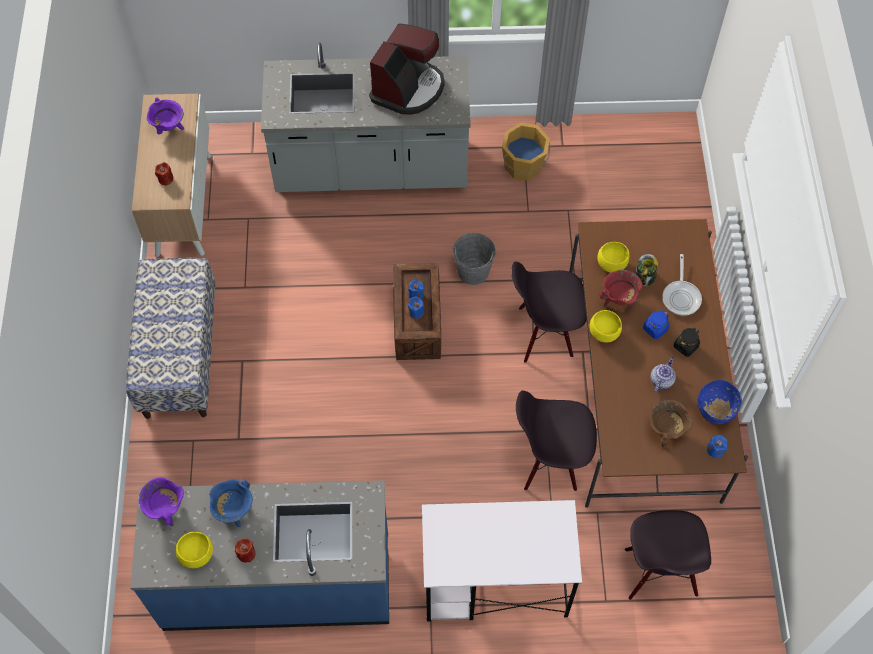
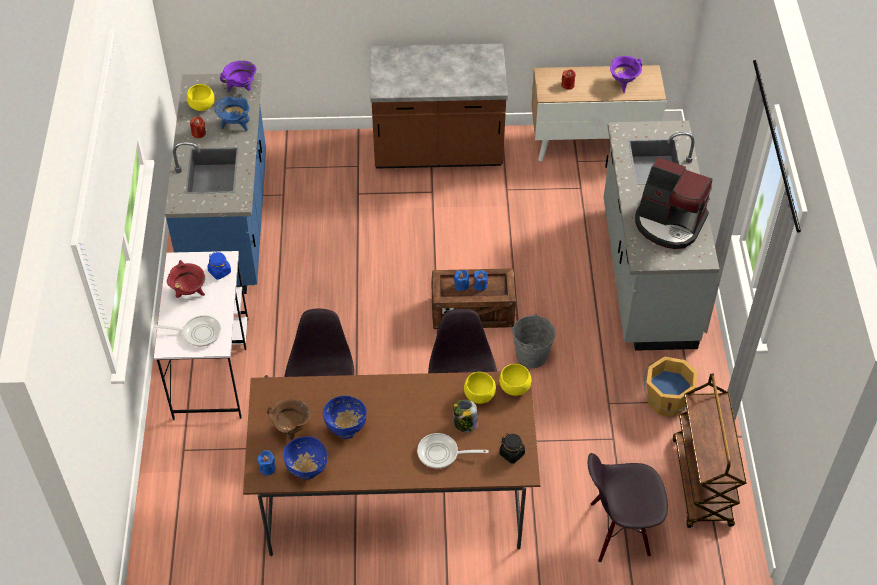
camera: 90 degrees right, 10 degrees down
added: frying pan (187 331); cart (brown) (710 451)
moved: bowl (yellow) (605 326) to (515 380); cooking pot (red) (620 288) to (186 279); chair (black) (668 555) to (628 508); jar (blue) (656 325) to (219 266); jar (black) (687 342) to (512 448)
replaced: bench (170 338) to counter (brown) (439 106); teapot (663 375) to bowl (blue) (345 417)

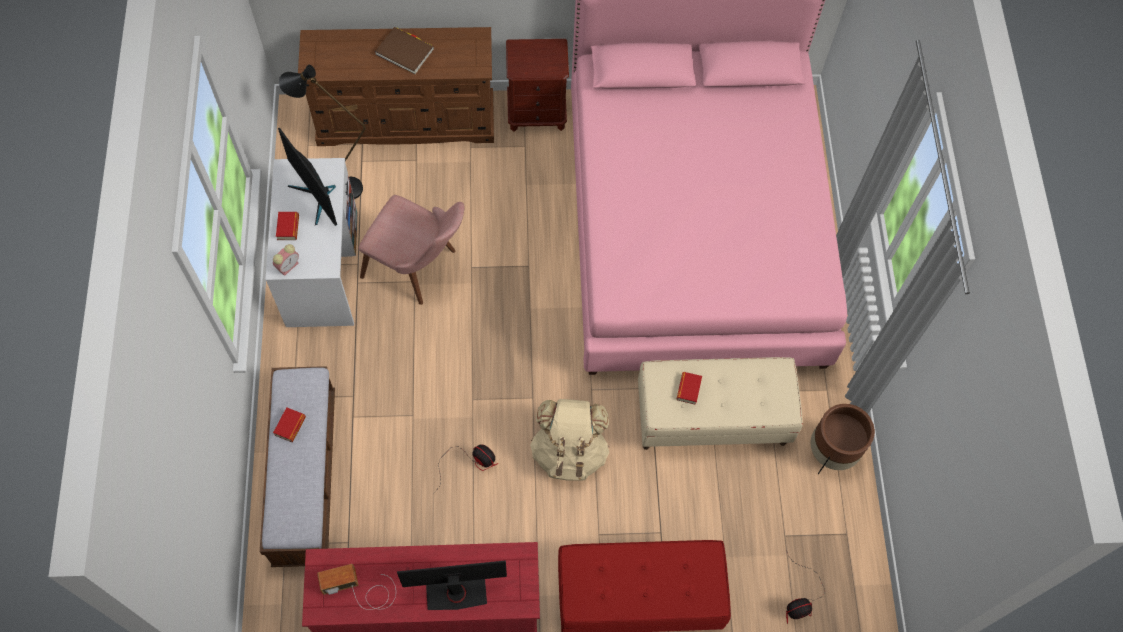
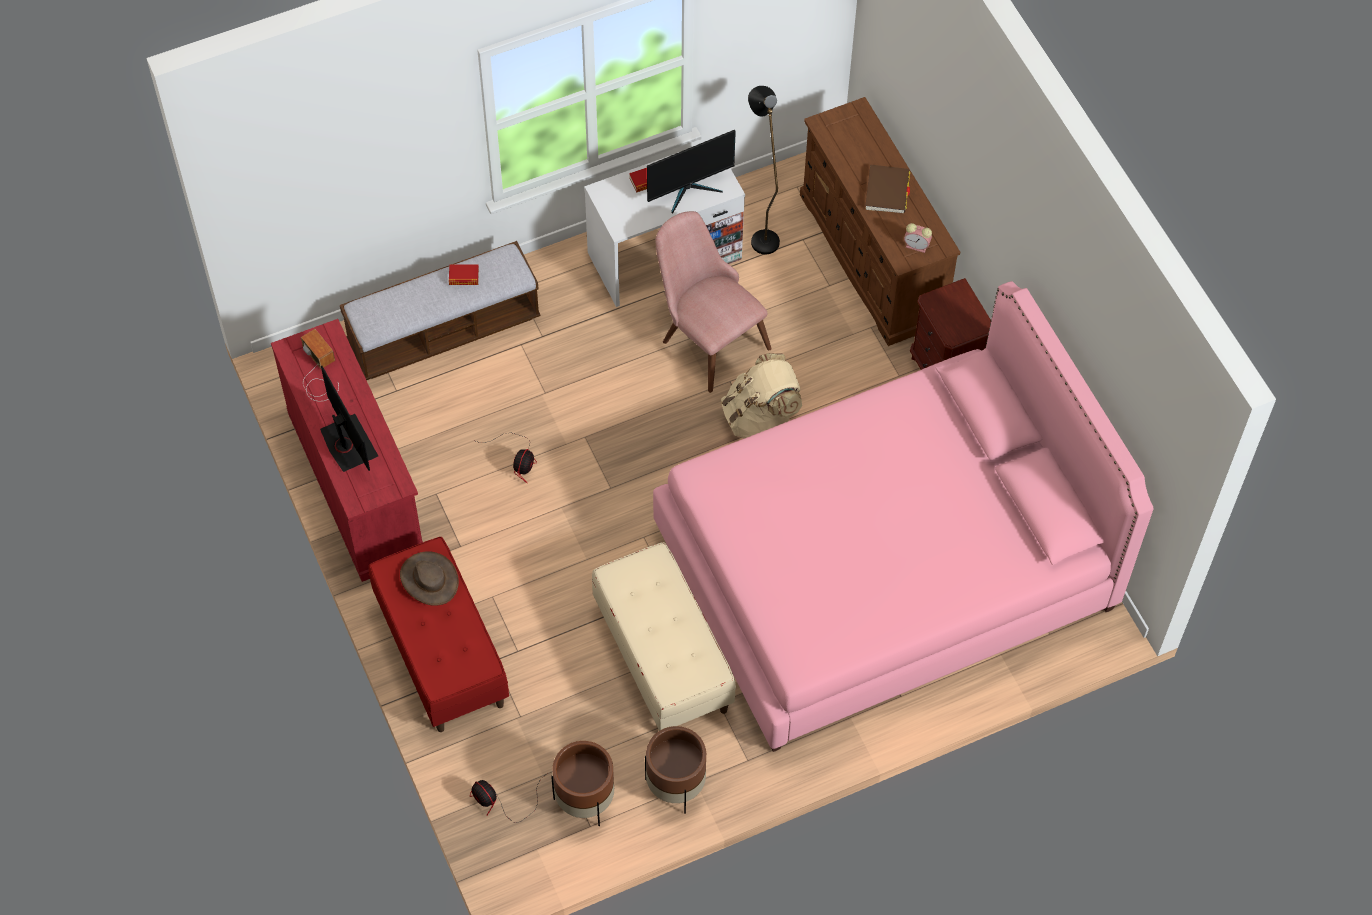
camera: 70 degrees right, 5 degrees down
removed: book (689 388)
added: hat (brown) (429 578); planter (brown) (582 783)
moved: alarm clock (286 260) to (918 238); backpack (beige) (569 440) to (761 396)
turned: monitor (307 177) = (691 171) 150 degrees counterclockwise; chair (pink) (411 250) = (713 302) 135 degrees clockwise

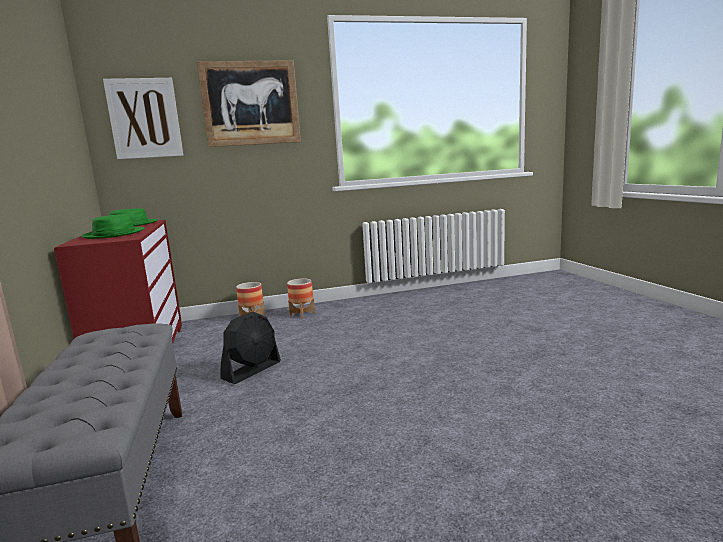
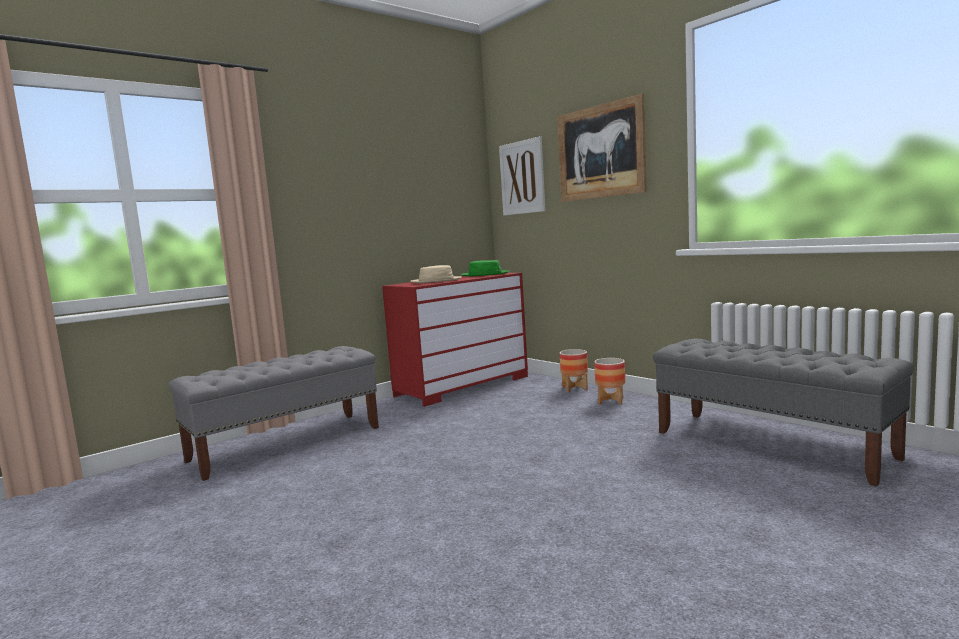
camera: 65 degrees right, 5 degrees down
removed: fan (black) (251 348)
added: bench (grey) (783 413)
recoloured: hat (green) (112 226) to hat (beige) (436 274)

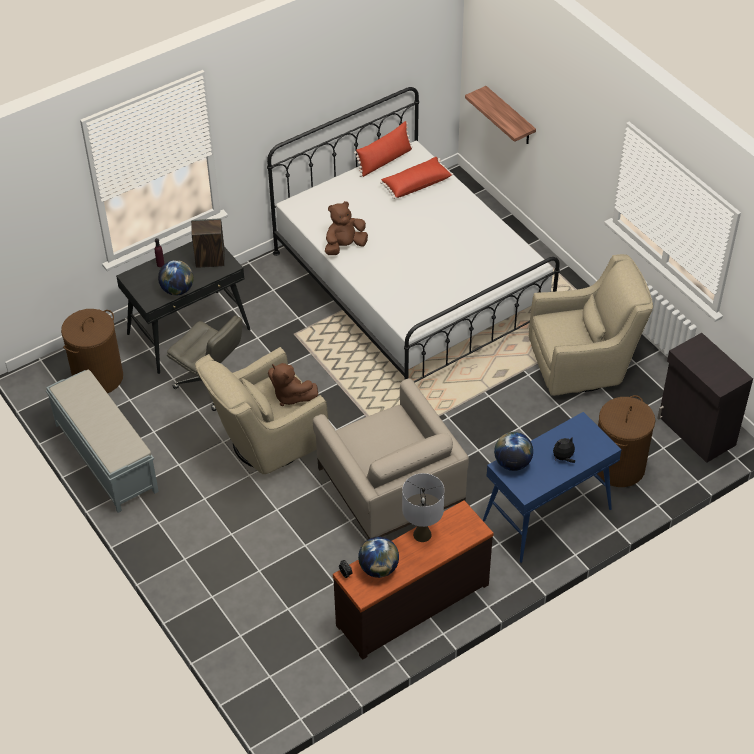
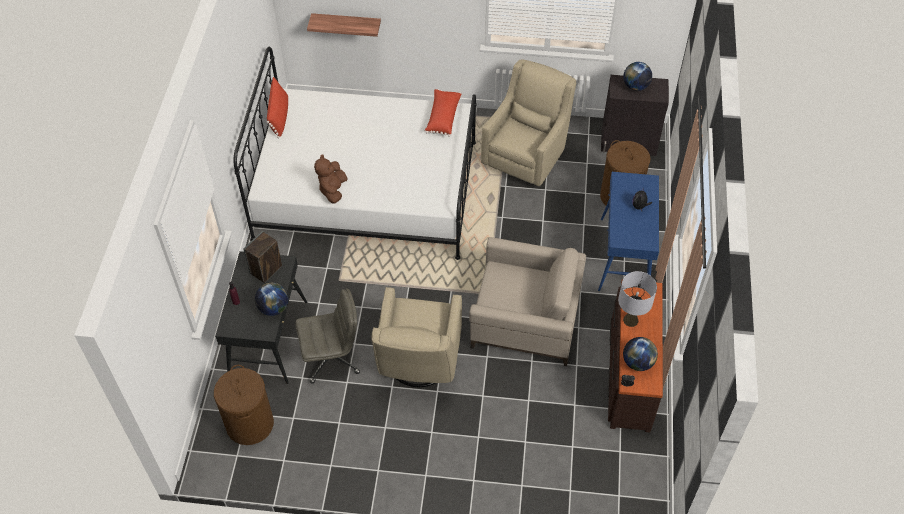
camera: 50 degrees left, 5 degrees up
removed: bench (grey) (102 441); plush toy (brown) (293 384)
moved: pillow (red) (416 178) to (443 113); globe (513 451) to (637 76)

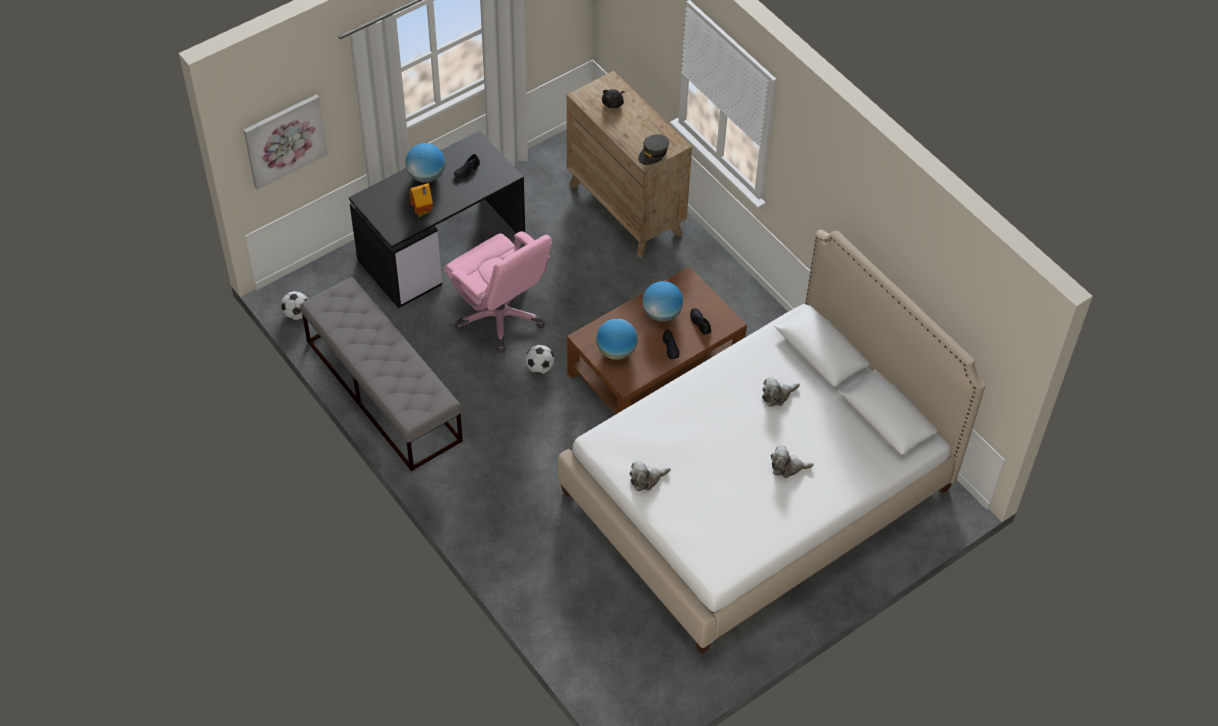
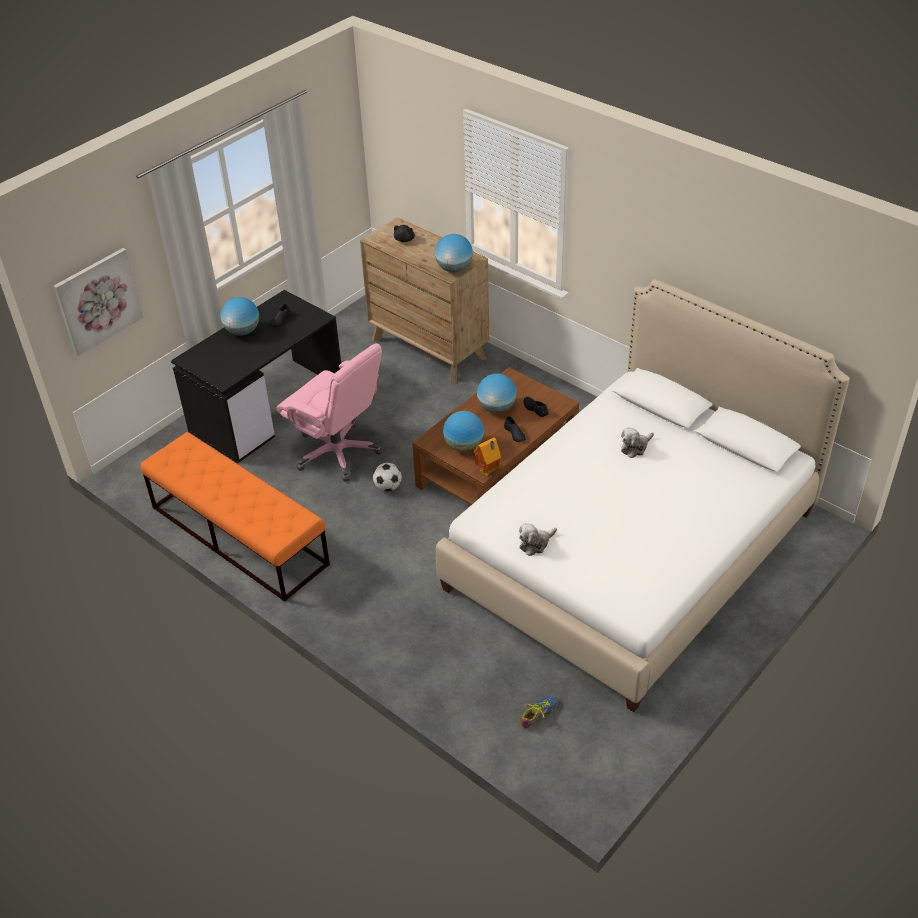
camera: 10 degrees left, 10 degrees down
removed: football (294 305); plush toy (792 462)
added: shoe (539 712)
moved: toy house (421 200) to (487 456)
replaced: cap (grey) (653 149) to globe (454 253)
recoloured: bench (grey) (381 374) to bench (orange) (235 517)

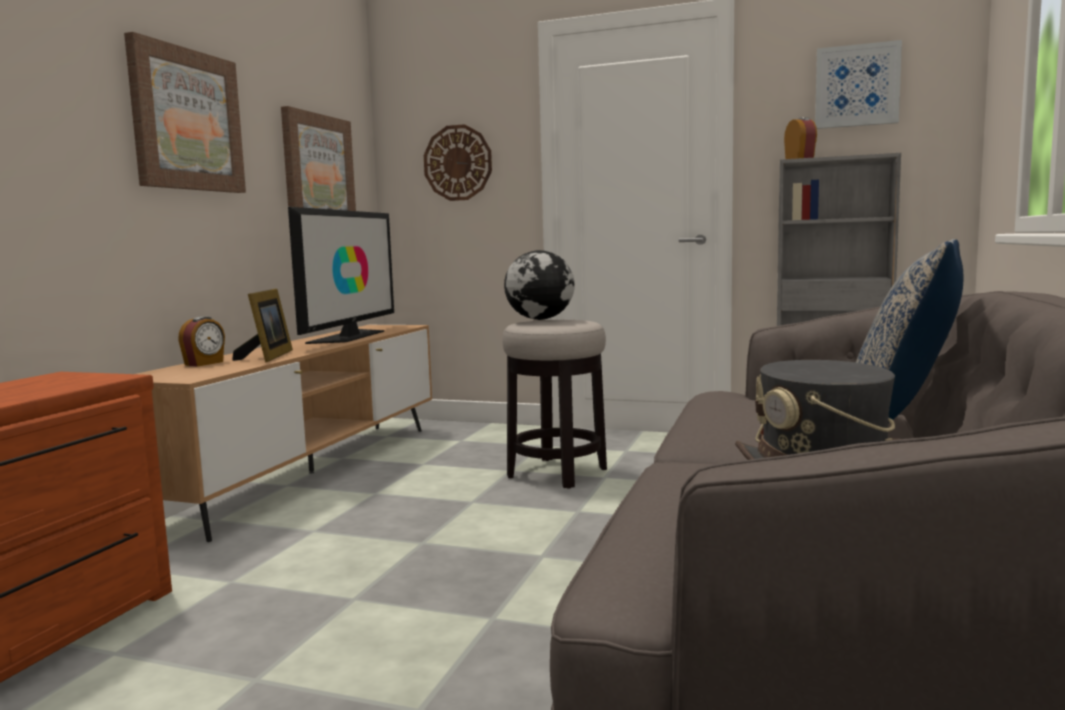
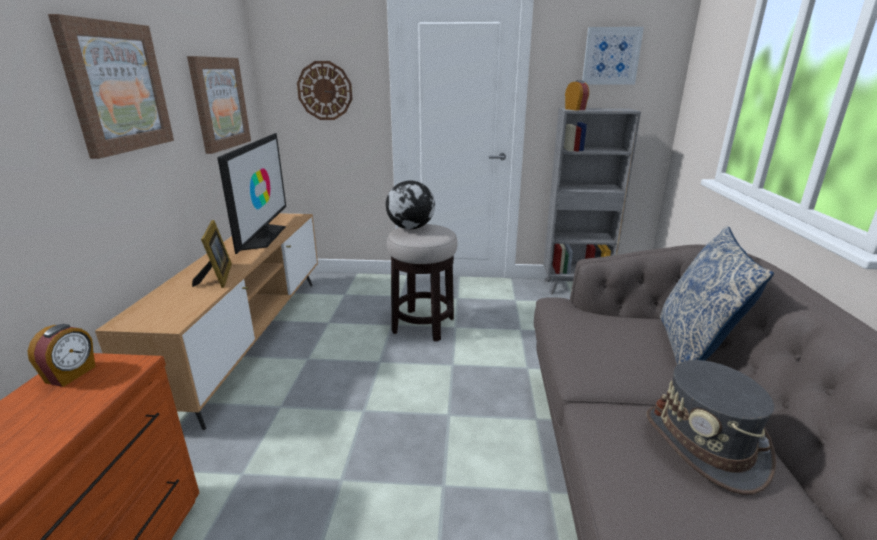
camera: 15 degrees left, 15 degrees up
moved: alarm clock (201 341) to (61 355)

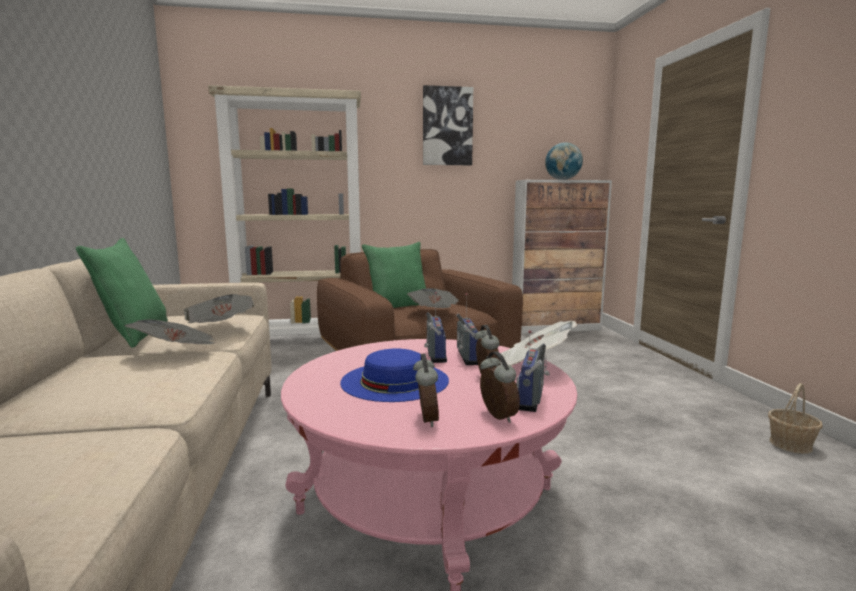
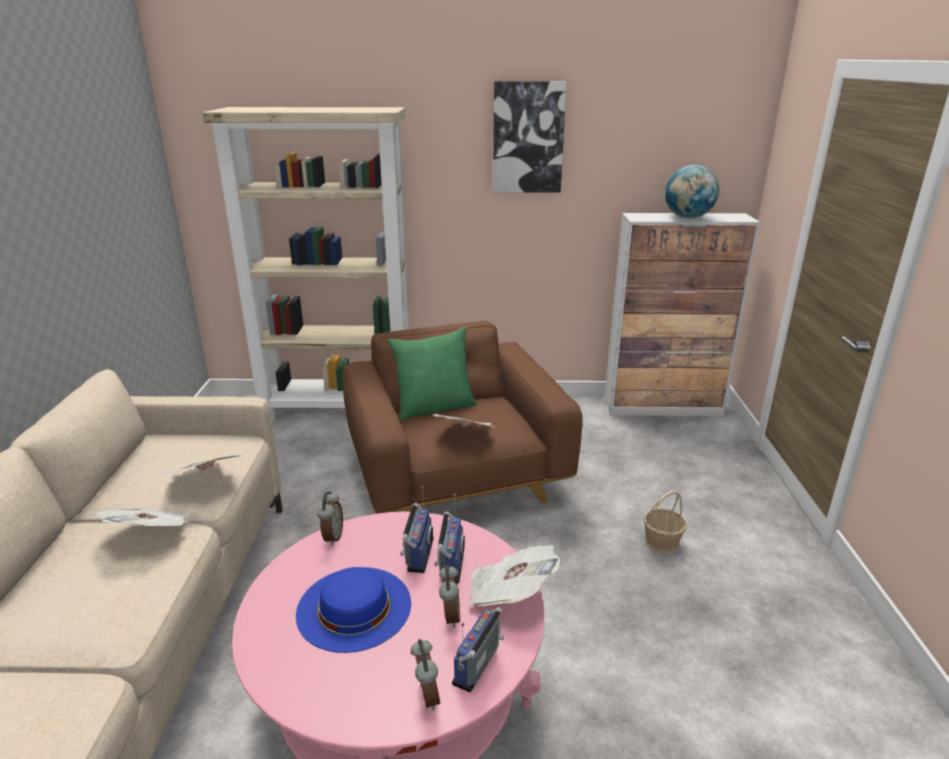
camera: 10 degrees right, 15 degrees up
removed: pillow (green) (122 293)
moved: alarm clock (426 390) to (330 519); basket (795 418) to (665 522)

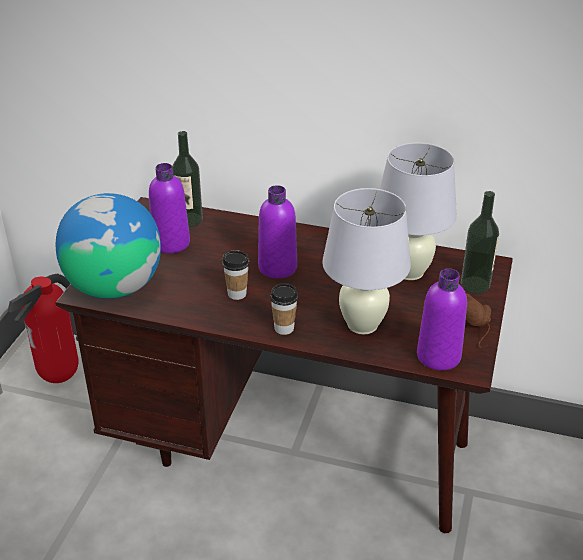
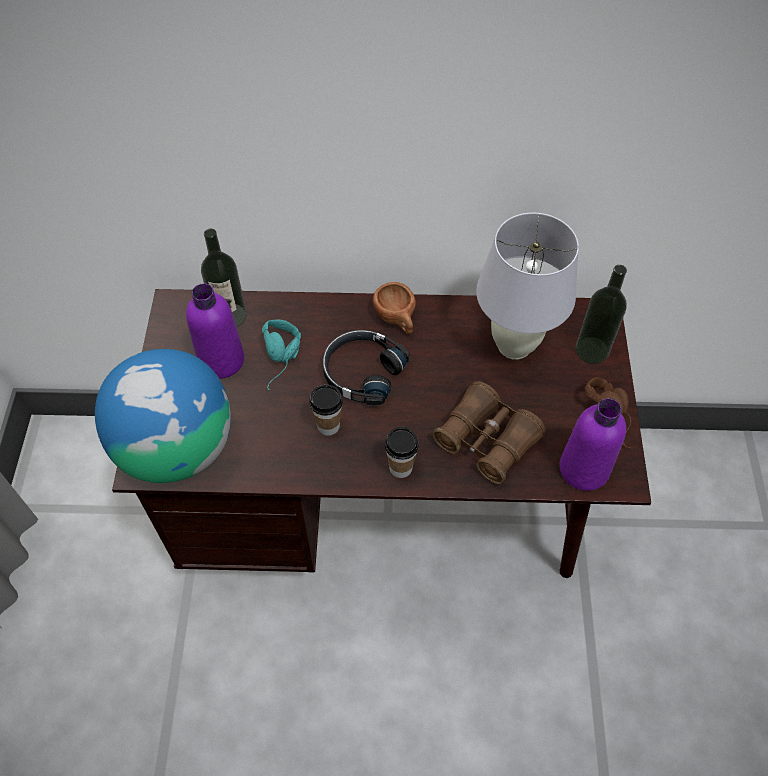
camera: 15 degrees left, 20 degrees up
removed: fire extinguisher (43 328)
added: headphones (turquoise) (281 355); cup (brown) (394 308)
replaced: bottle (purple) (277 231) to headphones (black) (366 368); table lamp (white) (366 261) to binoculars (brown) (489 432)

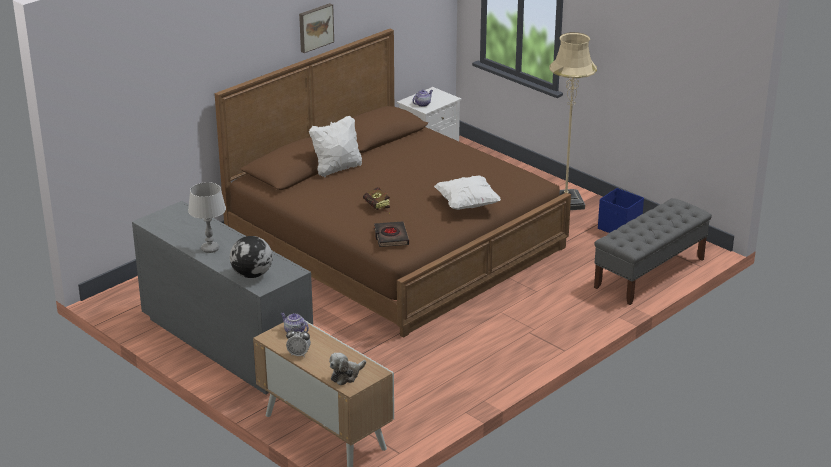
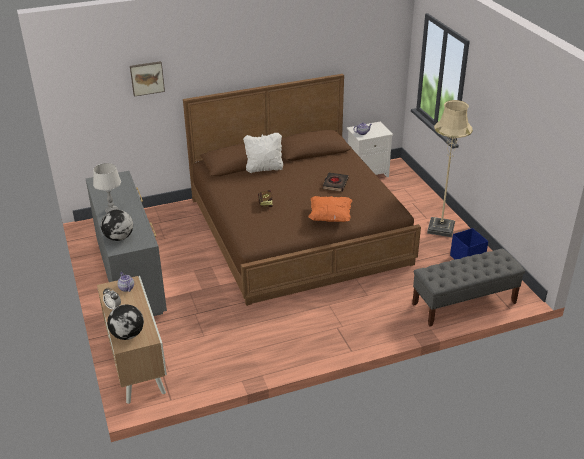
camera: 25 degrees right, 5 degrees up
moved: picture (316 28) to (147 79); book (black) (391 234) to (335 182)
replaced: plush toy (347 369) to globe (125 322)
recoloured: pillow (white) (467 193) to pillow (orange) (330 209)

